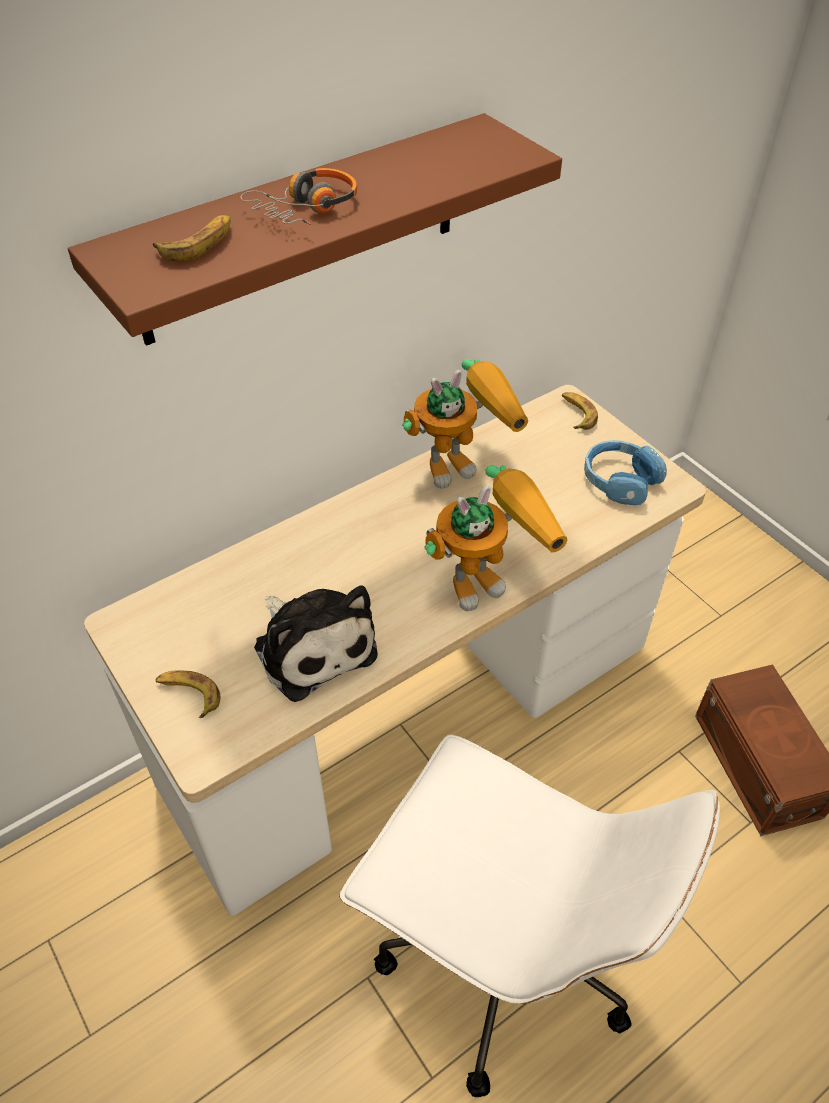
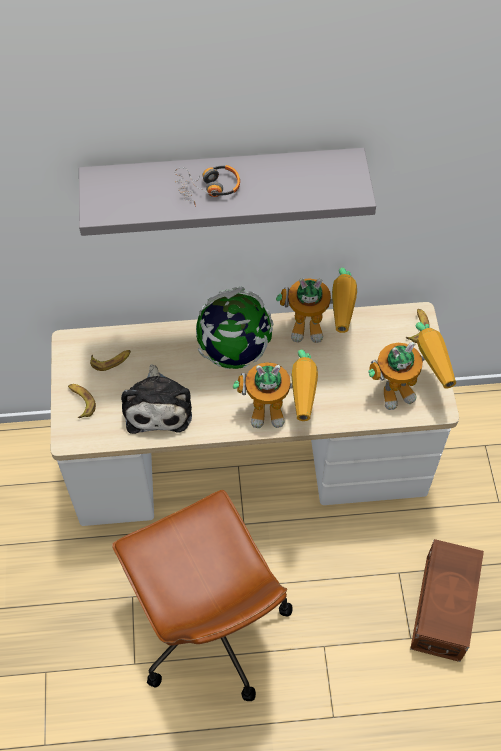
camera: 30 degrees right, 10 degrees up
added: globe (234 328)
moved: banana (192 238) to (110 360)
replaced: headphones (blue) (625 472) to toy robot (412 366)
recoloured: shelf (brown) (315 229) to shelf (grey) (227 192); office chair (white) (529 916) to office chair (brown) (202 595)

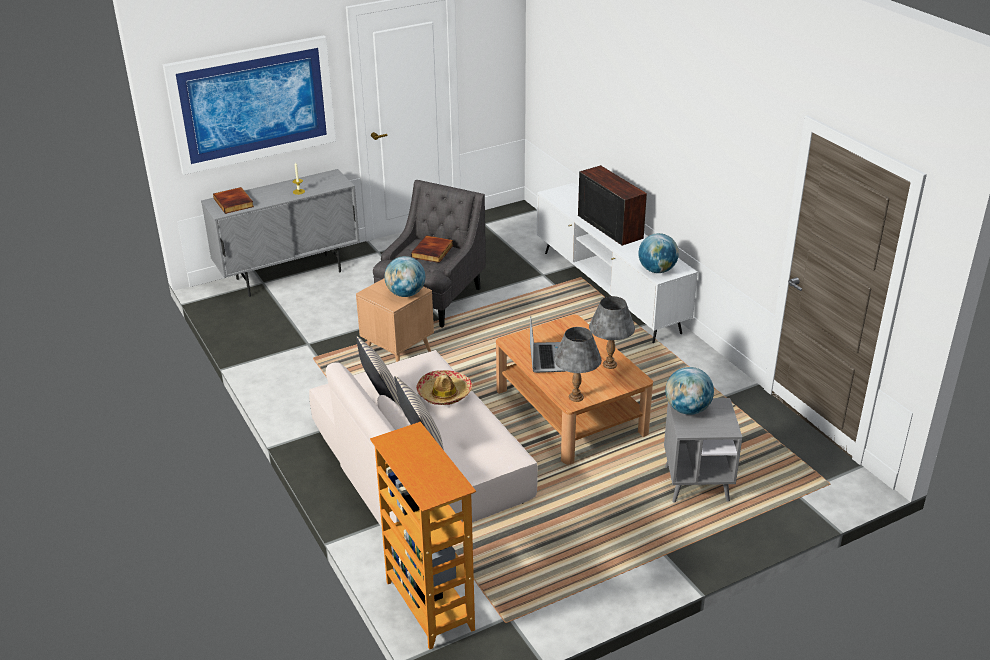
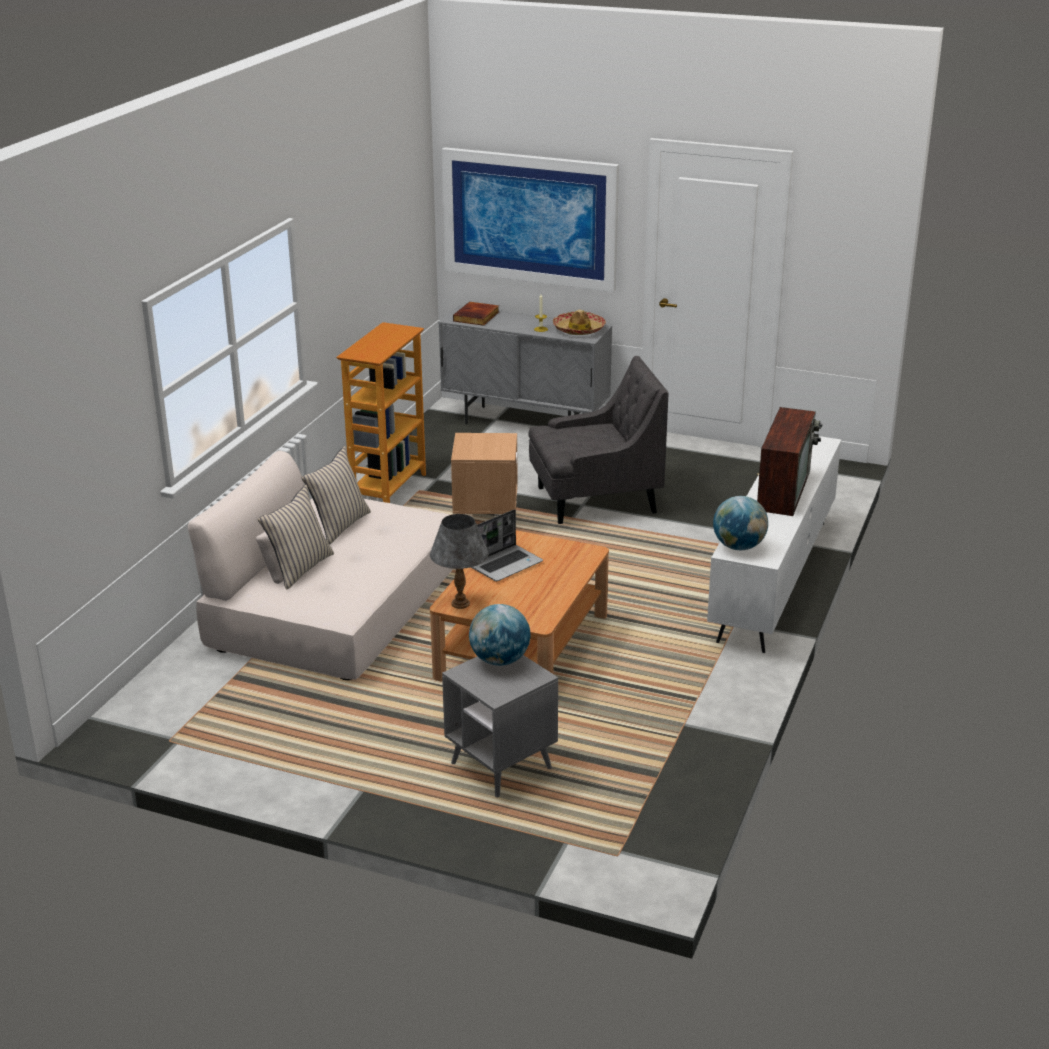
camera: 50 degrees right, 5 degrees down
removed: globe (404 276); book (432 249); table lamp (grey) (612 332)
moved: bookcase (423 536) to (381 412); hat (444 387) to (579 322)

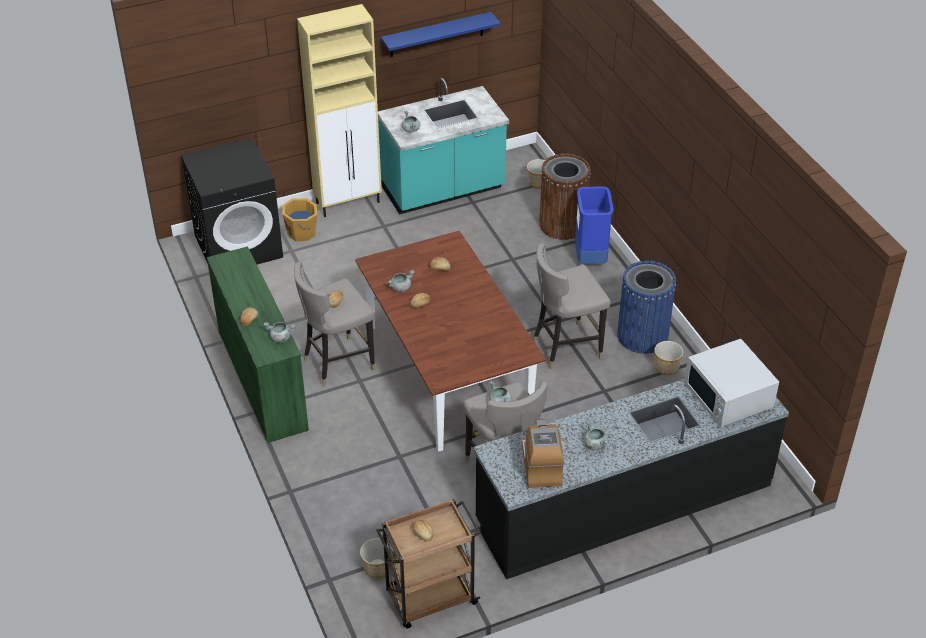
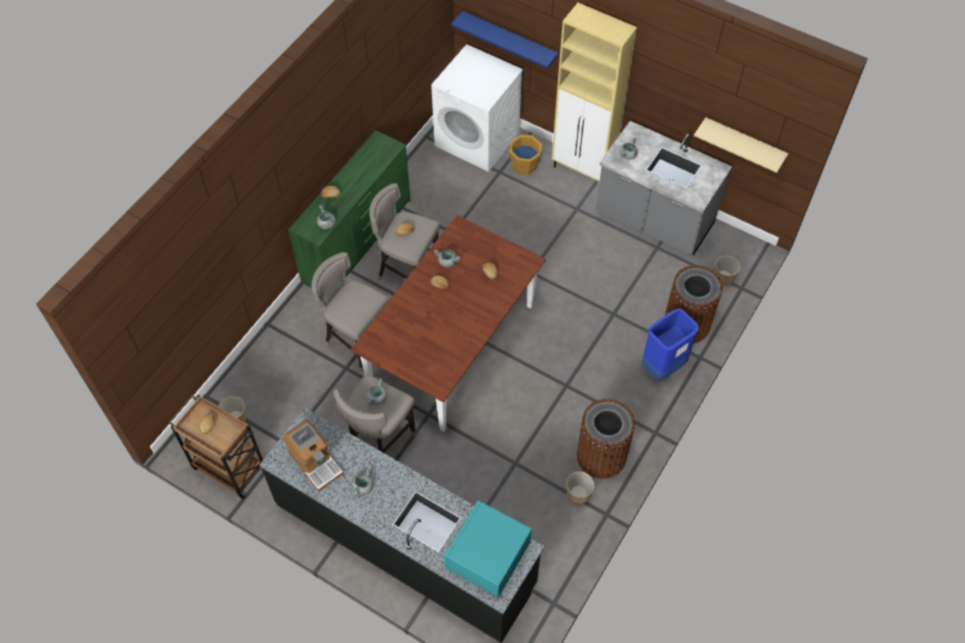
camera: 55 degrees right, 15 degrees up
added: shelf (beige) (741 145)
moved: shelf (blue) (441 34) to (505 40); stool (grey) (572 306) to (350 312)
recoloured: washing machine (black) (232 201) to washing machine (white) (477 108); counter (turquoise) (443 146) to counter (grey) (664 188); trash can (blue) (646 307) to trash can (brown) (605 439); microwave (white) (731 383) to microwave (turquoise) (488 549)
turned: coffee machine (543 453) = (313 455) 90 degrees clockwise

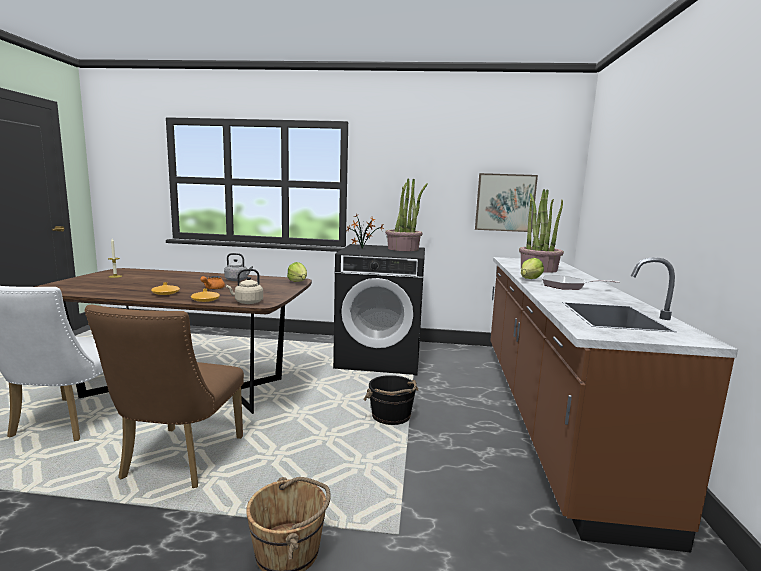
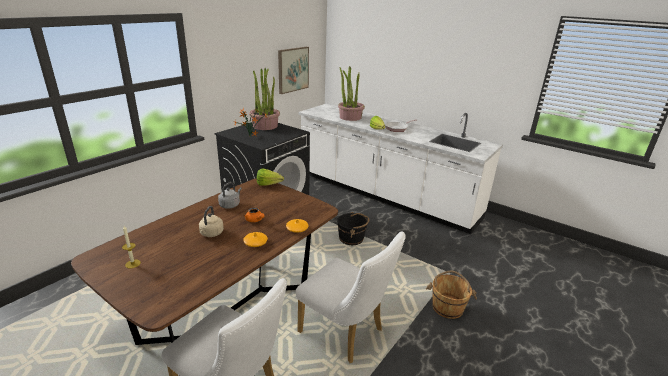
camera: 60 degrees left, 15 degrees up
moved: kettle (beige) (244 286) to (211 221)
recoloured: chair (brown) (164 396) to chair (white) (351 297); counter (brown) (614 404) to counter (white) (400 168)

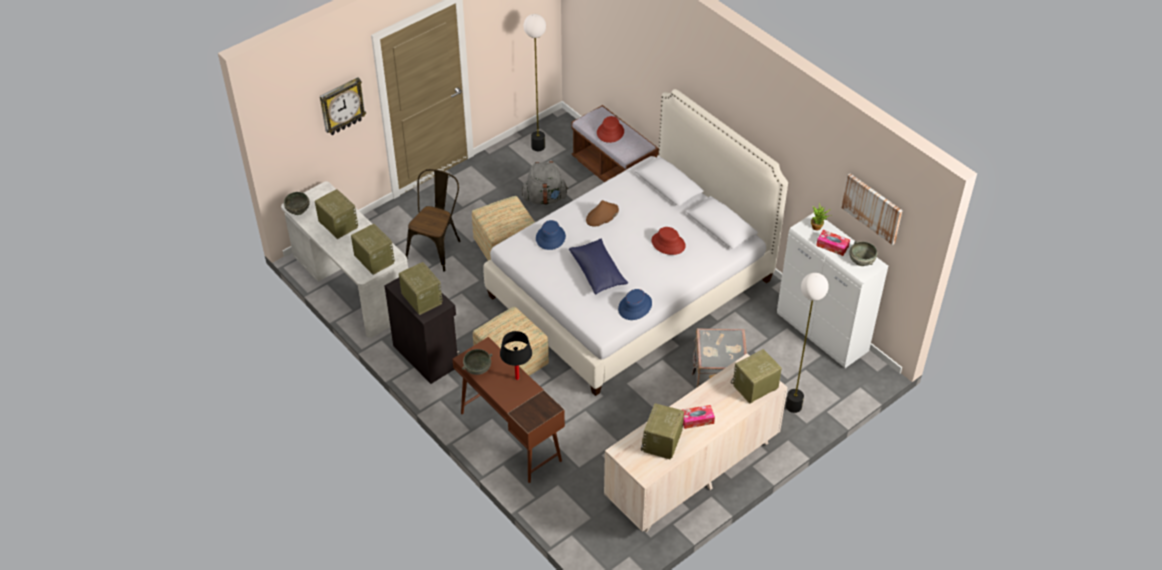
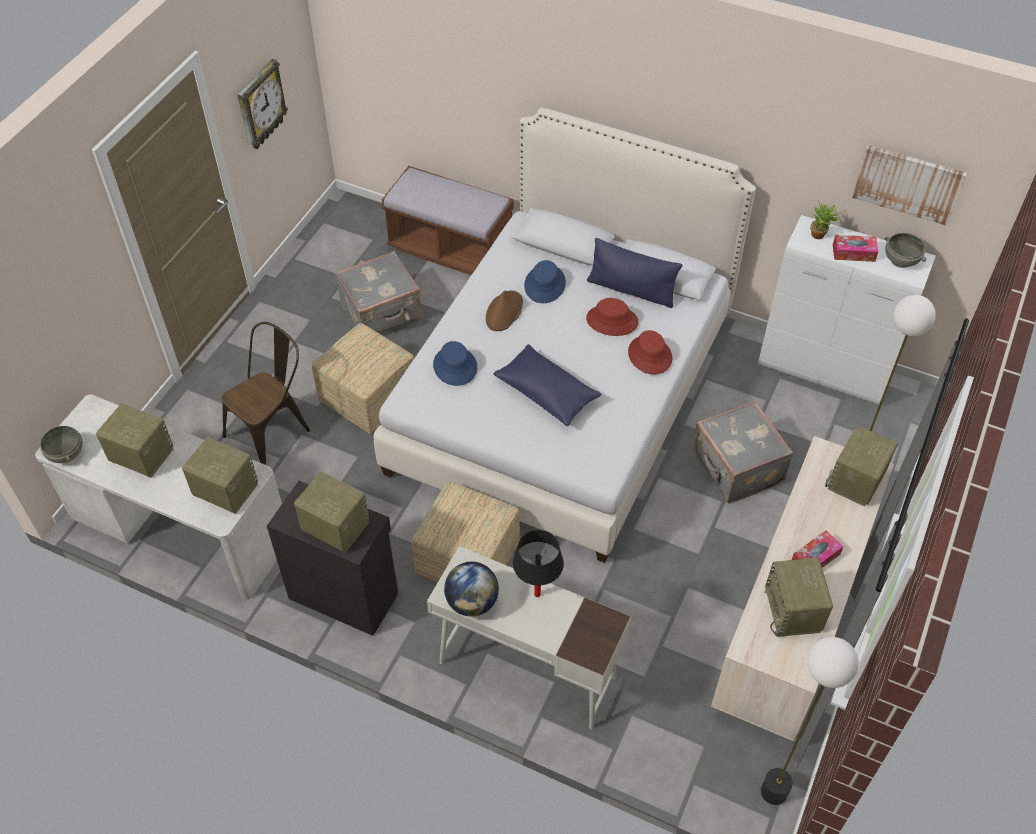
camera: 25 degrees left, 5 degrees up
added: pillow (blue) (635 273)
moved: wall clock (343 106) to (262 104); floor lamp (535 82) to (810 721); hat (red) (610 129) to (650 352); hat (blue) (635 304) to (545 281)
replaced: bowl (grey) (477 362) to globe (471 589); backpack (grey) (545 183) to suitcase (grey) (378 292)
recoloured: desk (brown) (509 410) to desk (white) (529 638)
turned: chair (brown) (433 220) = (266 393) 45 degrees clockwise

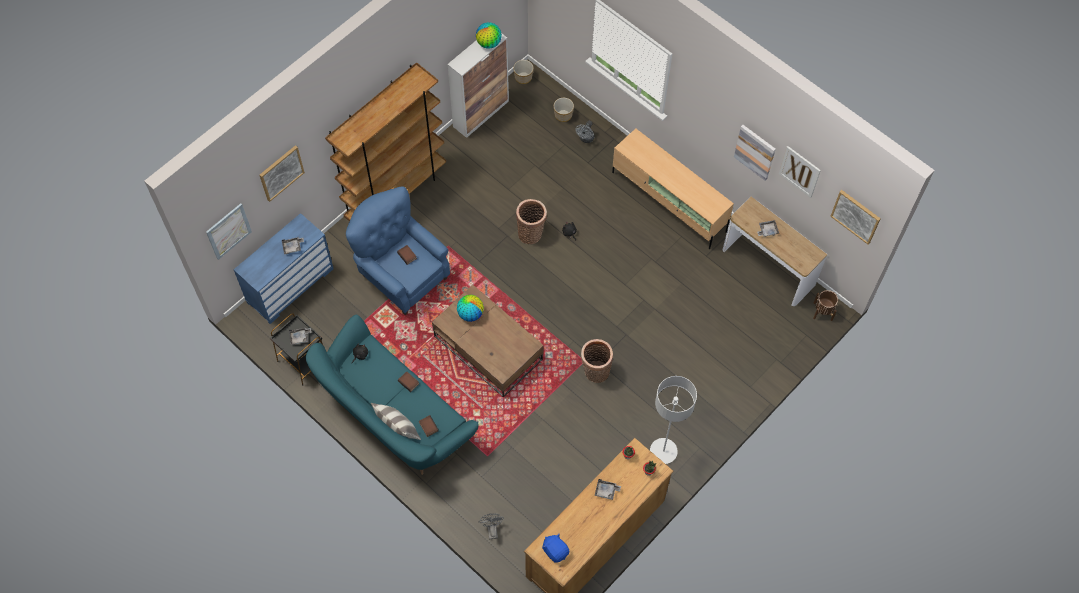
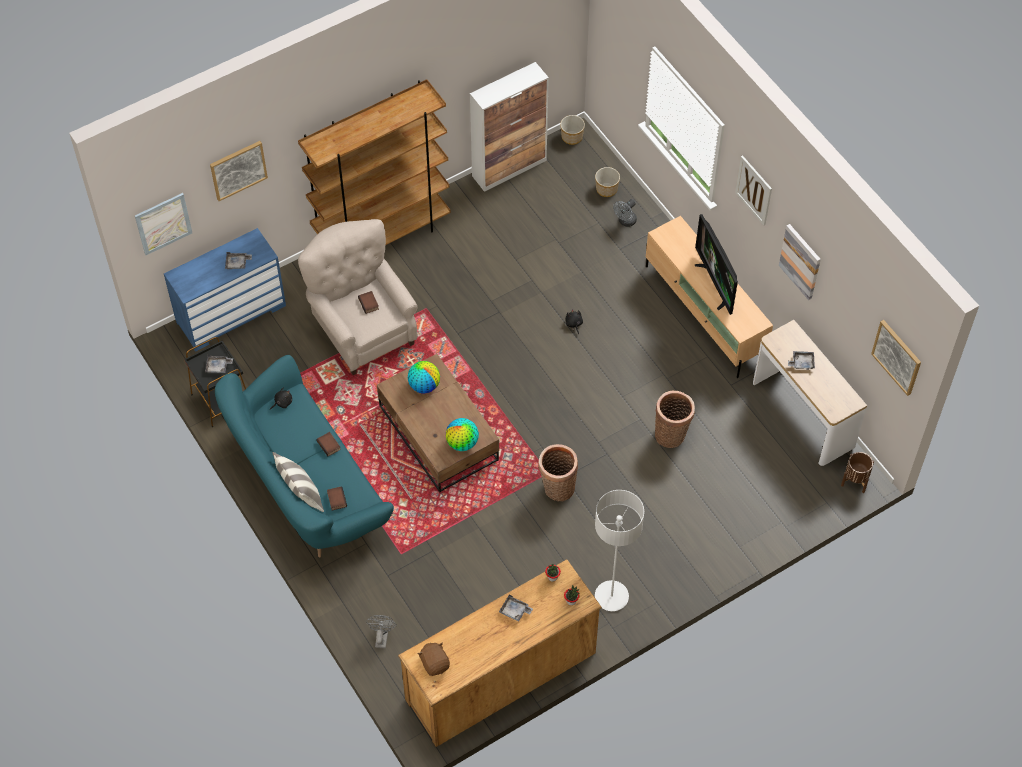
camera: 15 degrees right, 5 degrees down
added: television (716 264)
moved: globe (489 35) to (462 434); basket (531 221) to (675 419); picture (800 172) to (753 190)
recoloured: armchair (blue) (398 251) to armchair (beige) (358 297); plush toy (blue) (556 548) to plush toy (brown) (434 659)

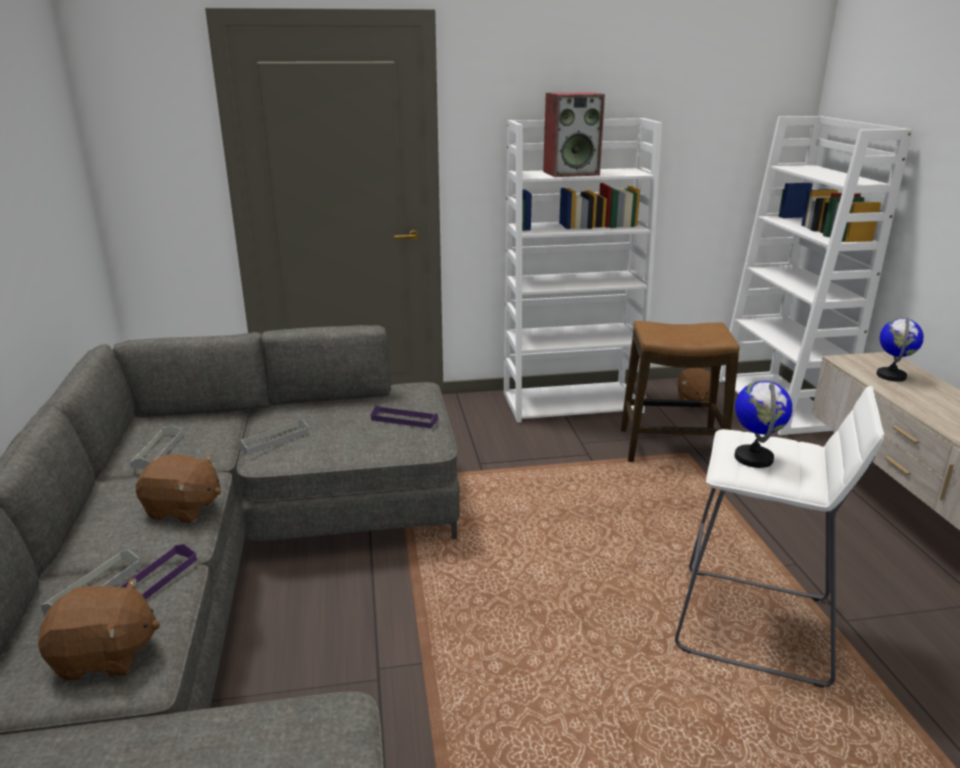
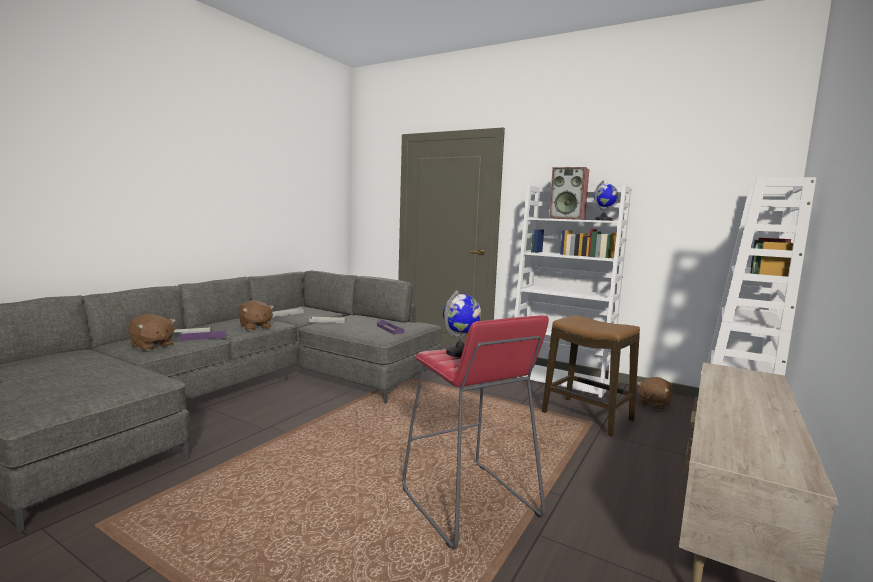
camera: 40 degrees right, 15 degrees down
moved: globe (900 349) to (606 201)
recoloured: stool (white) (779 537) to stool (red) (475 432)

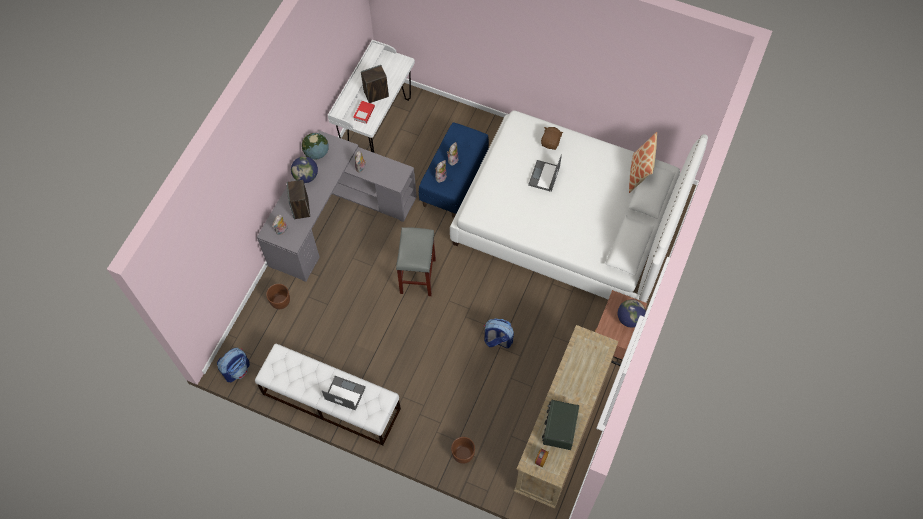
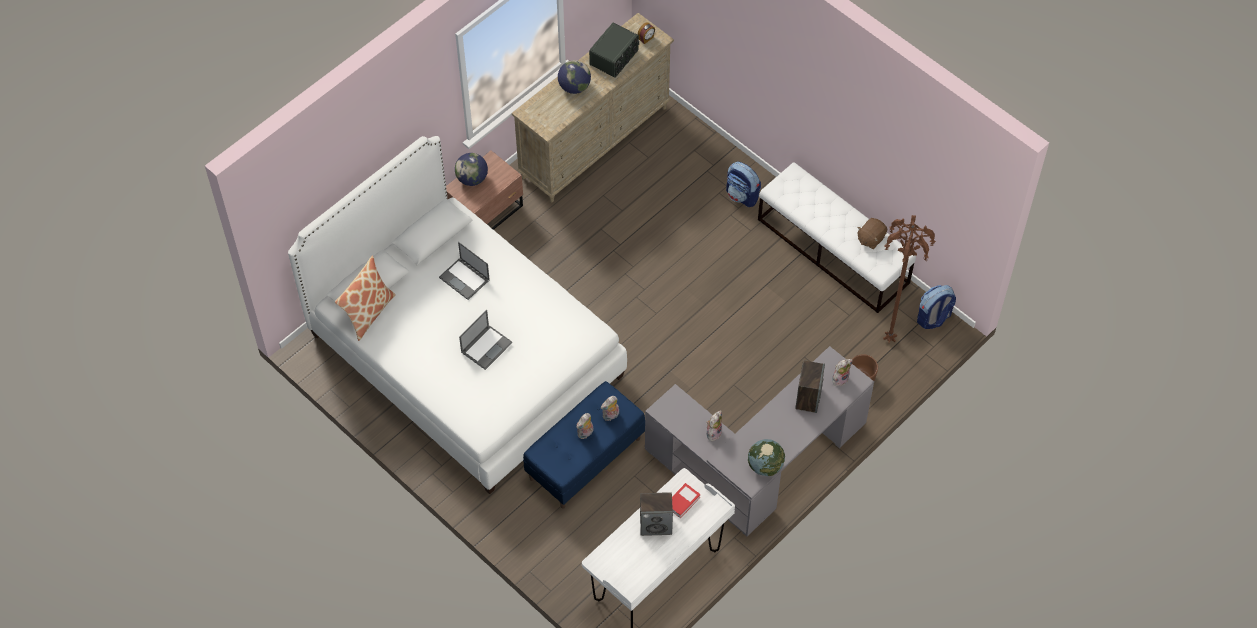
camera: 160 degrees left, 5 degrees down
removed: stool (grey) (416 261); planter (brown) (463 450)
added: floor lamp (brown) (909 279)
moved: globe (304 169) to (574 77); laptop (344 393) to (464 271); backpack (499 333) to (743 184); plush toy (brown) (552 138) to (872 233)

